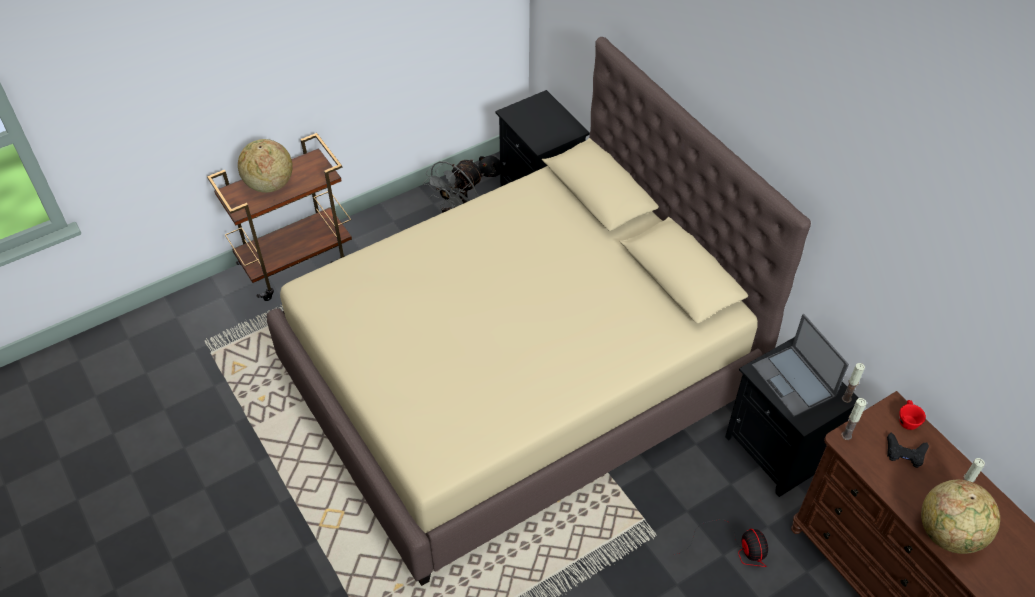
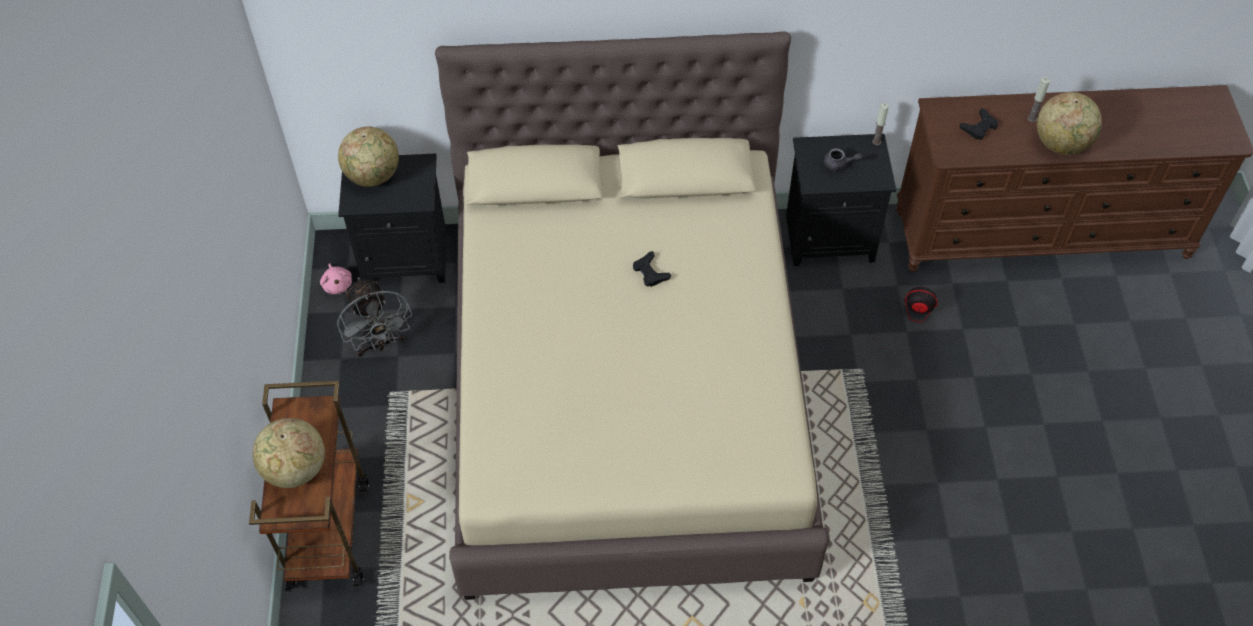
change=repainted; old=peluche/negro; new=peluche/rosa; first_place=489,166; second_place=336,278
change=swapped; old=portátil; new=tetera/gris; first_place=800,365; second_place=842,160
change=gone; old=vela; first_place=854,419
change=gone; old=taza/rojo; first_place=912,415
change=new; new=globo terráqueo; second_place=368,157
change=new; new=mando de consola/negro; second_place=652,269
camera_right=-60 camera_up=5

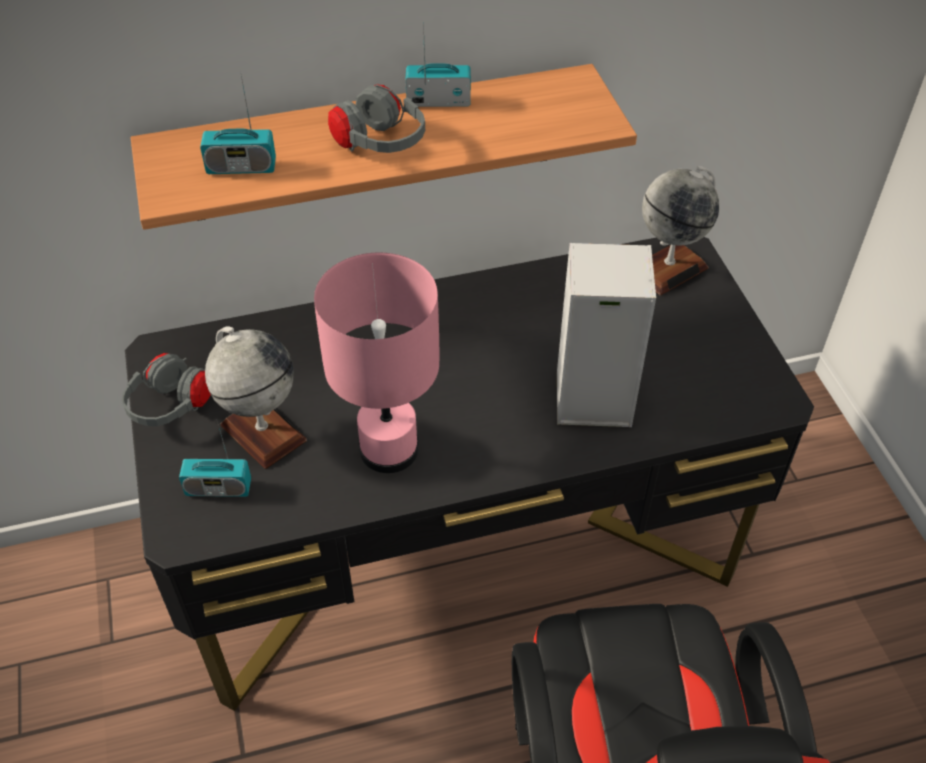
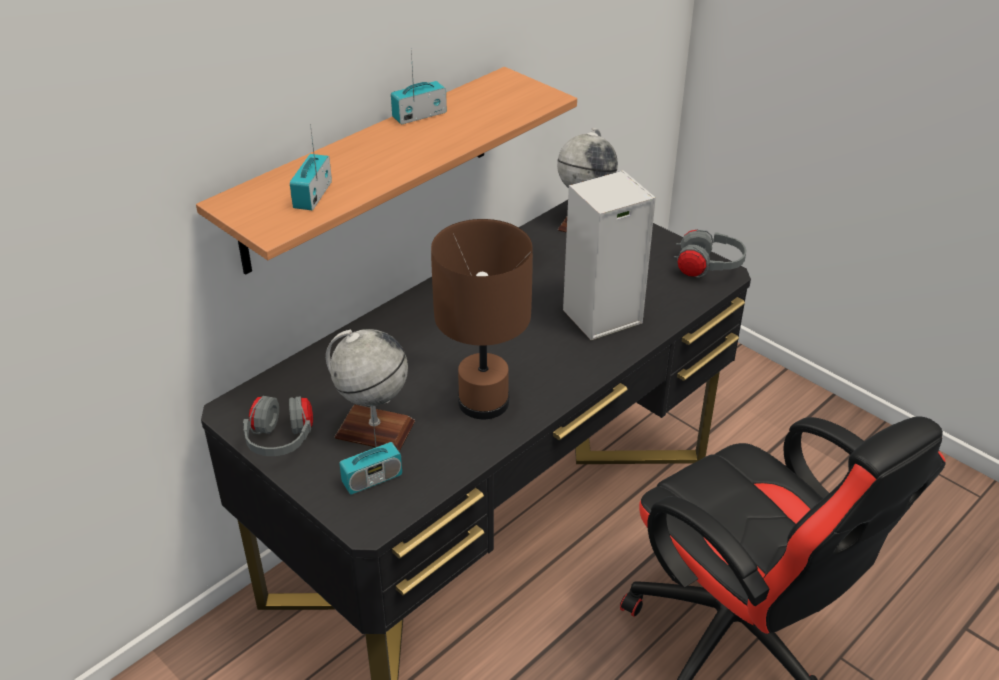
change=rotated; old=radio; first_place=238,122; second_place=311,167; degrees=135
change=shifted; old=auriculares/gris; first_place=376,118; second_place=710,254
change=repainted; old=lámpara de mesa/rosa; new=lámpara de mesa/marrón; first_place=376,363; second_place=482,319
camera_right=-30 camera_up=-10

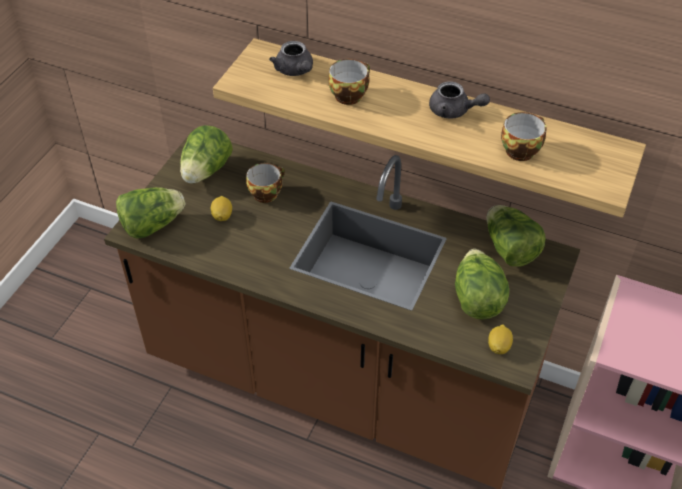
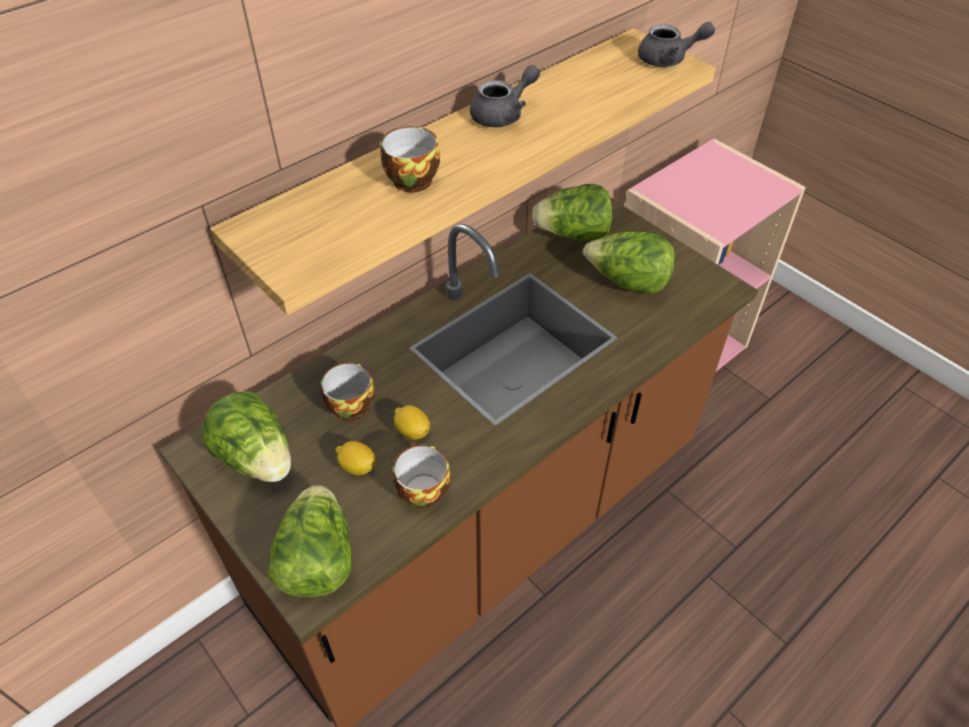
change=shifted; old=tetera/gris; first_place=291,58; second_place=676,44
change=shifted; old=taza; first_place=524,136; second_place=422,475
change=shifted; old=limón; first_place=500,339; second_place=412,422
camera_right=-65 camera_up=0

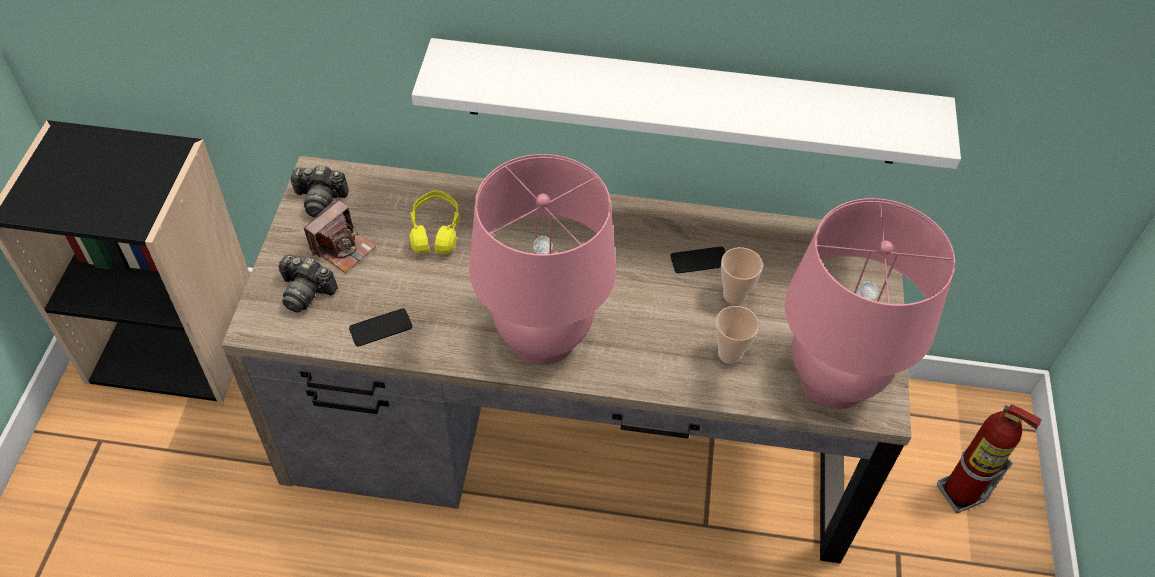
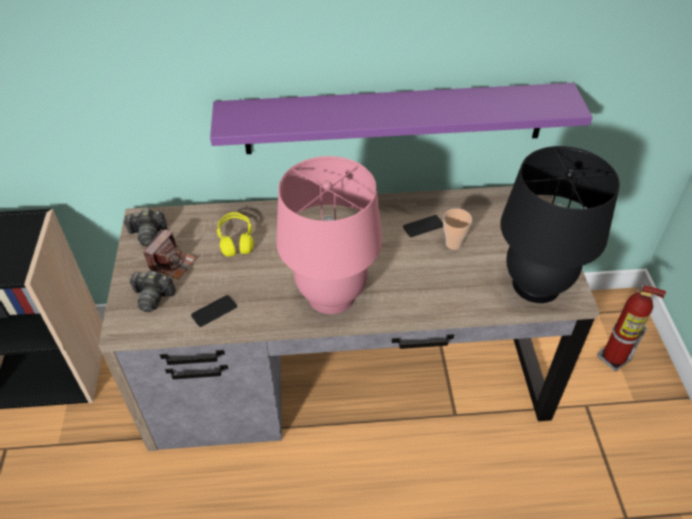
change=repainted; old=estante/blanco; new=estante/morado; first_place=686,103; second_place=401,118
change=repainted; old=lámpara de mesa/rosa; new=lámpara de mesa/negro; first_place=870,303; second_place=560,224
change=gone; old=taza; first_place=737,335
camera_right=-10 camera_up=-5

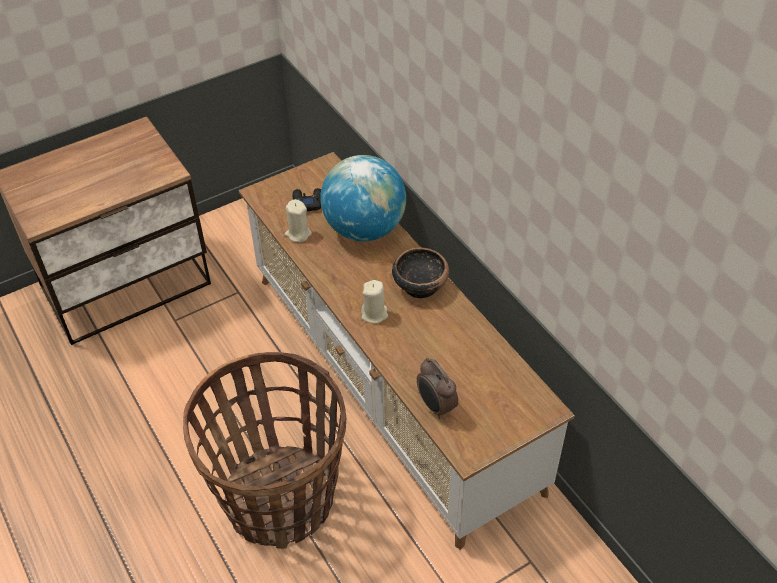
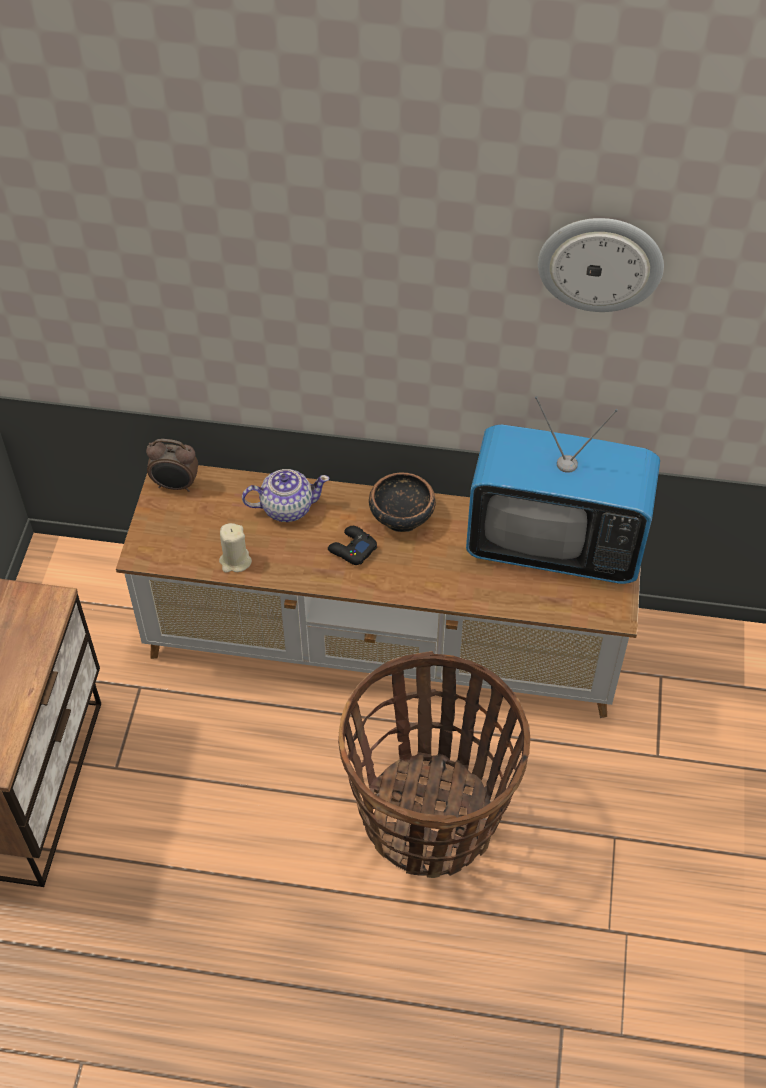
change=swapped; old=globo terráqueo; new=tetera; first_place=363,198; second_place=286,495
change=shifted; old=mando de consola/negro; first_place=307,199; second_place=352,545
change=gone; old=vela/beis; first_place=374,301
change=shifted; old=despertador; first_place=437,388; second_place=172,465
change=new; new=reloj de pared; second_place=601,265
change=new; new=televisor; second_place=563,490
camera_right=-50 camera_up=5

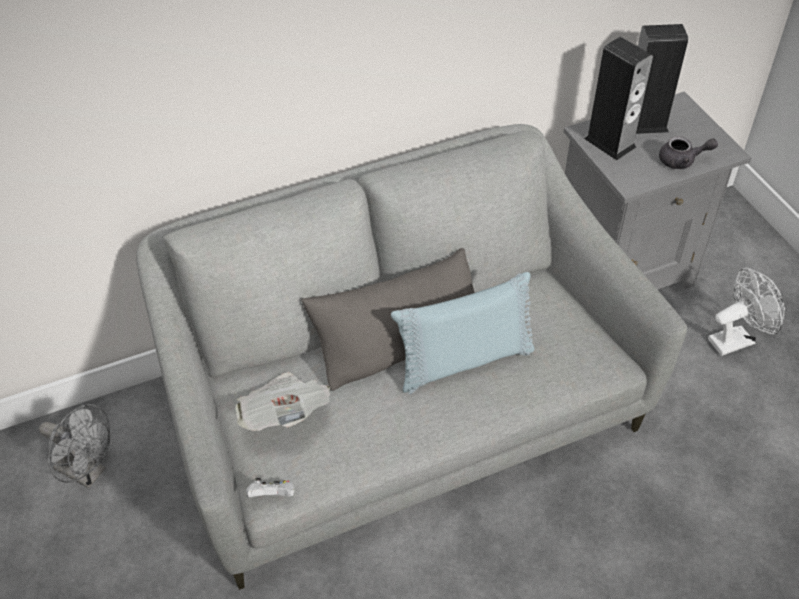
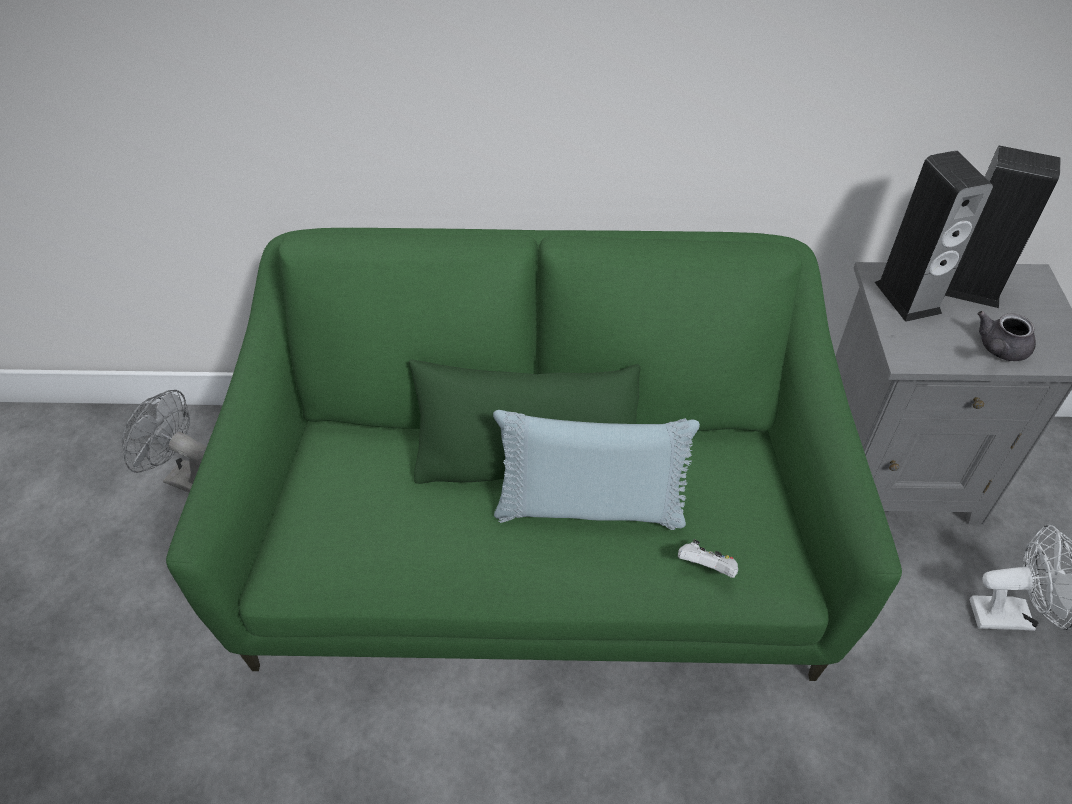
change=repainted; old=sofá/gris; new=sofá/verde; first_place=411,357; second_place=534,454
change=rotated; old=tetera/gris; first_place=688,152; second_place=1007,336; degrees=105
change=gone; old=periódico; first_place=282,401
change=rotated; old=ventilador/gris; first_place=74,446; second_place=164,441; degrees=150
change=shifted; old=mando de consola/blanco; first_place=270,487; second_place=708,558
camera_right=25 camera_up=0

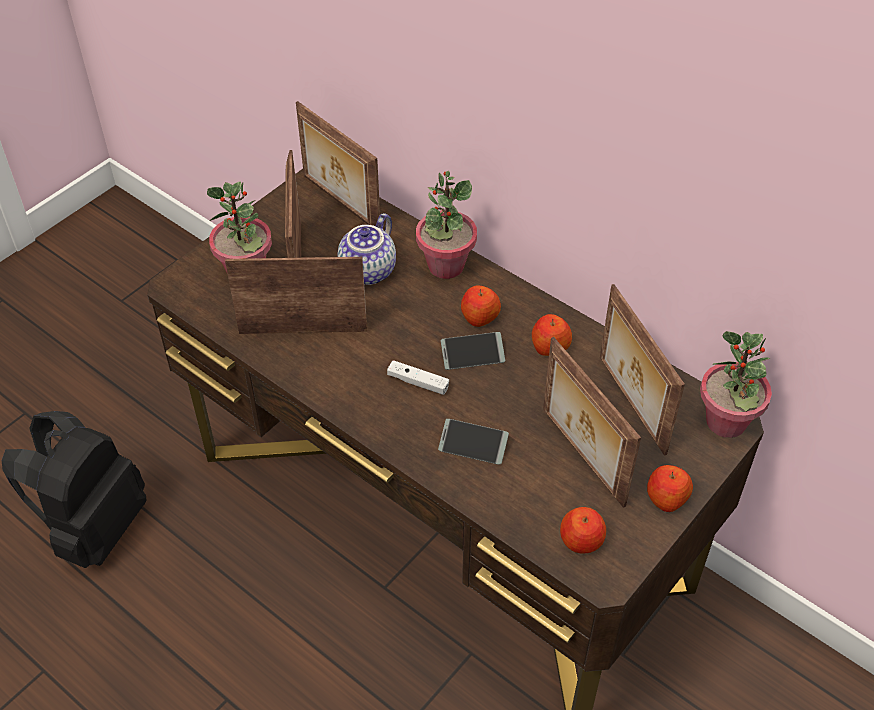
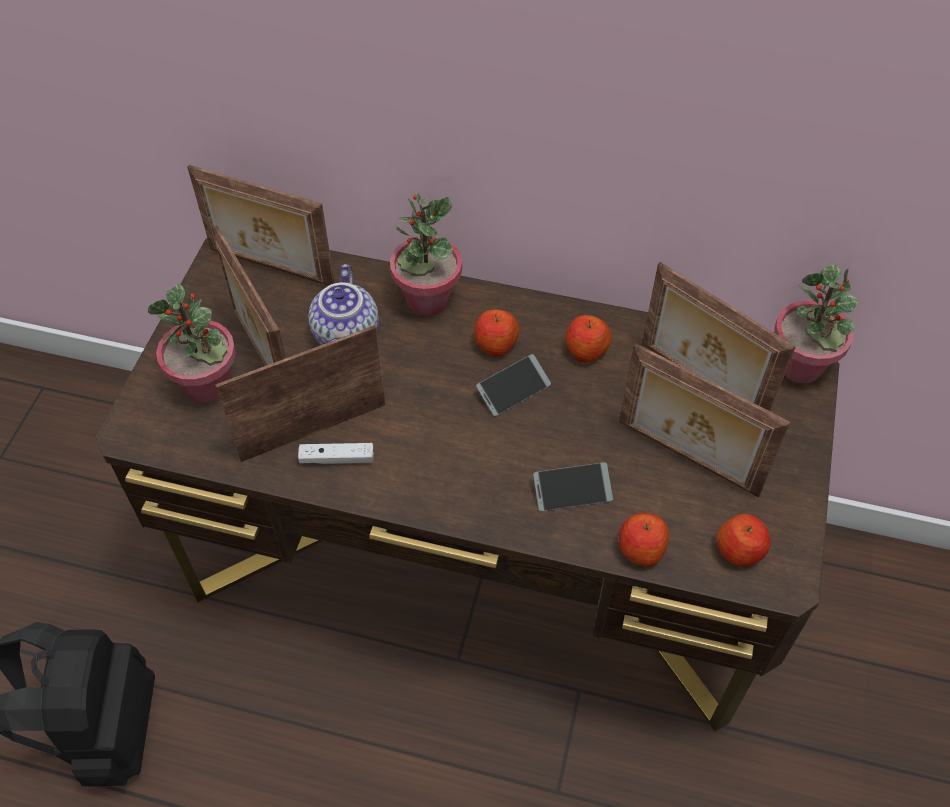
change=shifted; old=mando de consola/blanco; first_place=418,377; second_place=336,453
change=shifted; old=manzana; first_place=670,488; second_place=644,540
camera_right=-25 camera_up=5

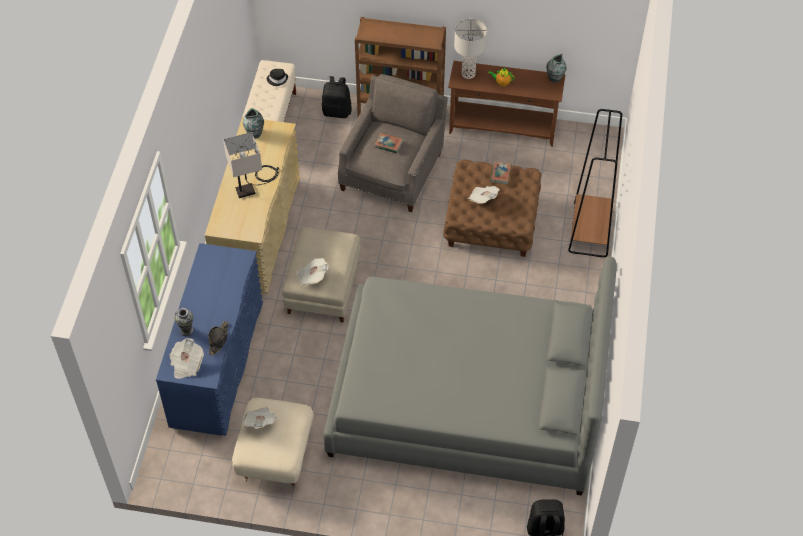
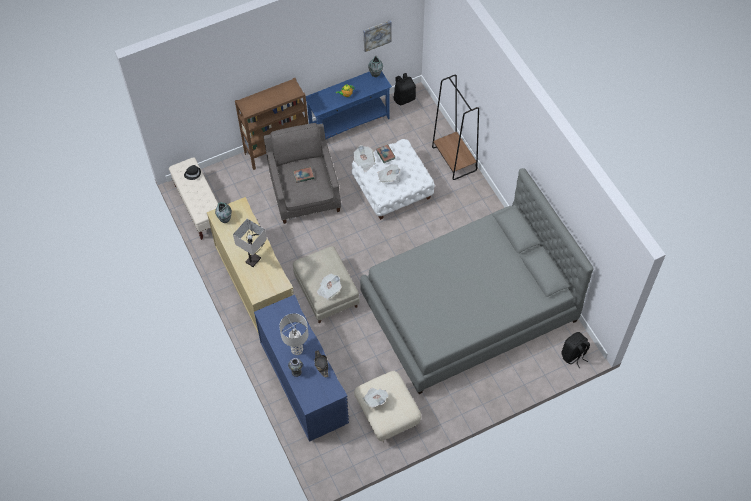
change=shifted; old=lámpara de mesa/blanco; first_place=470,49; second_place=294,334
change=repainted; old=mesa consola/marrón; new=mesa consola/azul; first_place=506,104; second_place=349,105
change=shifted; old=mochila/negro; first_place=337,97; second_place=404,89
change=repainted; old=puf/marrón; new=puf/blanco; first_place=492,208; second_place=393,179
change=shifted; old=periódico; first_place=186,358; second_place=365,158
change=new; new=cuadro; second_place=377,36
camera_right=-35 camera_up=5

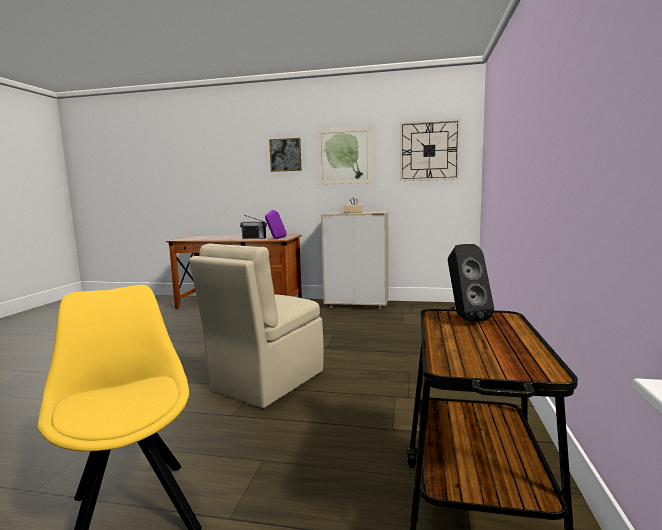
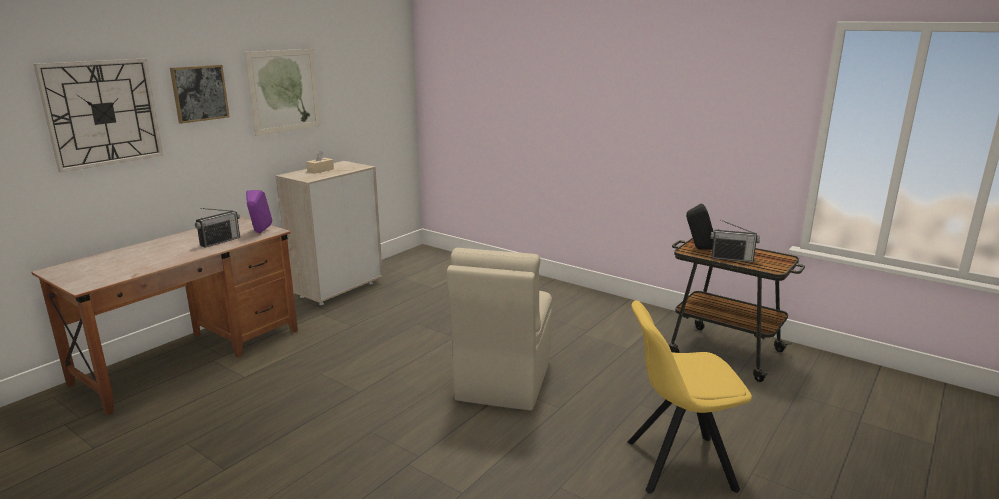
change=shifted; old=reloj de pared; first_place=430,150; second_place=98,115
change=rotated; old=silla/beis; first_place=256,325; second_place=499,329; degrees=45
change=new; new=radio; second_place=735,241
camera_right=-65 camera_up=10

